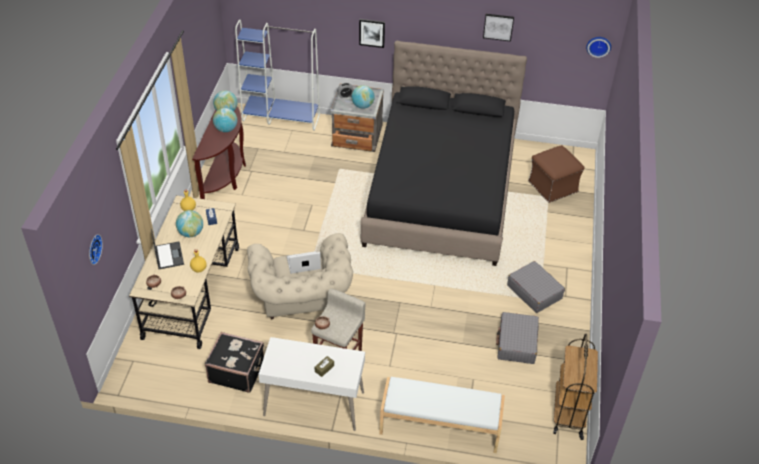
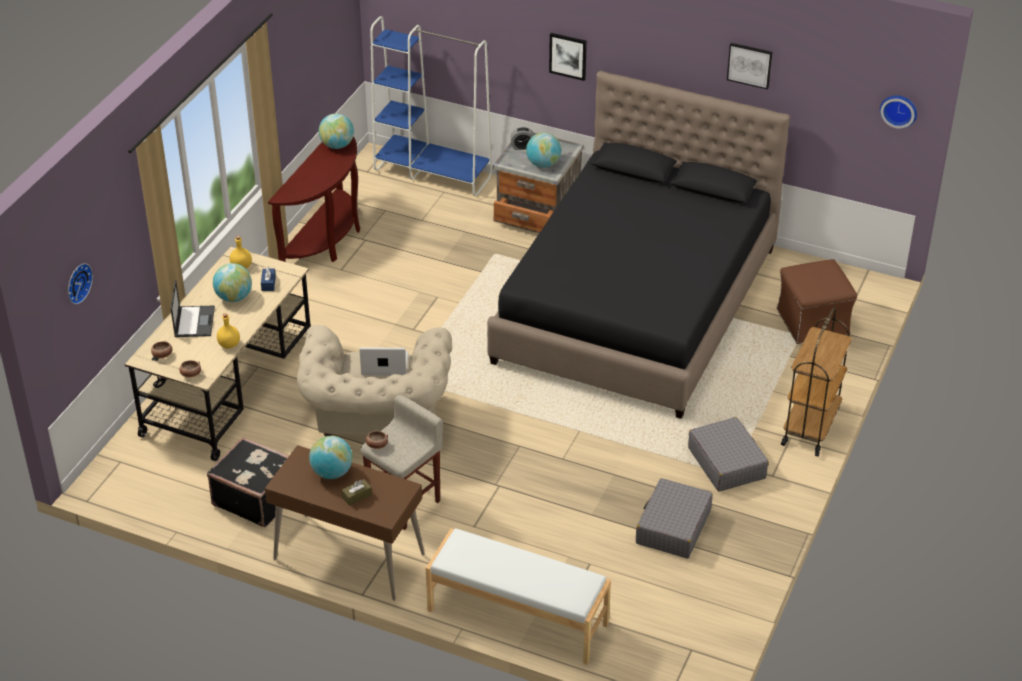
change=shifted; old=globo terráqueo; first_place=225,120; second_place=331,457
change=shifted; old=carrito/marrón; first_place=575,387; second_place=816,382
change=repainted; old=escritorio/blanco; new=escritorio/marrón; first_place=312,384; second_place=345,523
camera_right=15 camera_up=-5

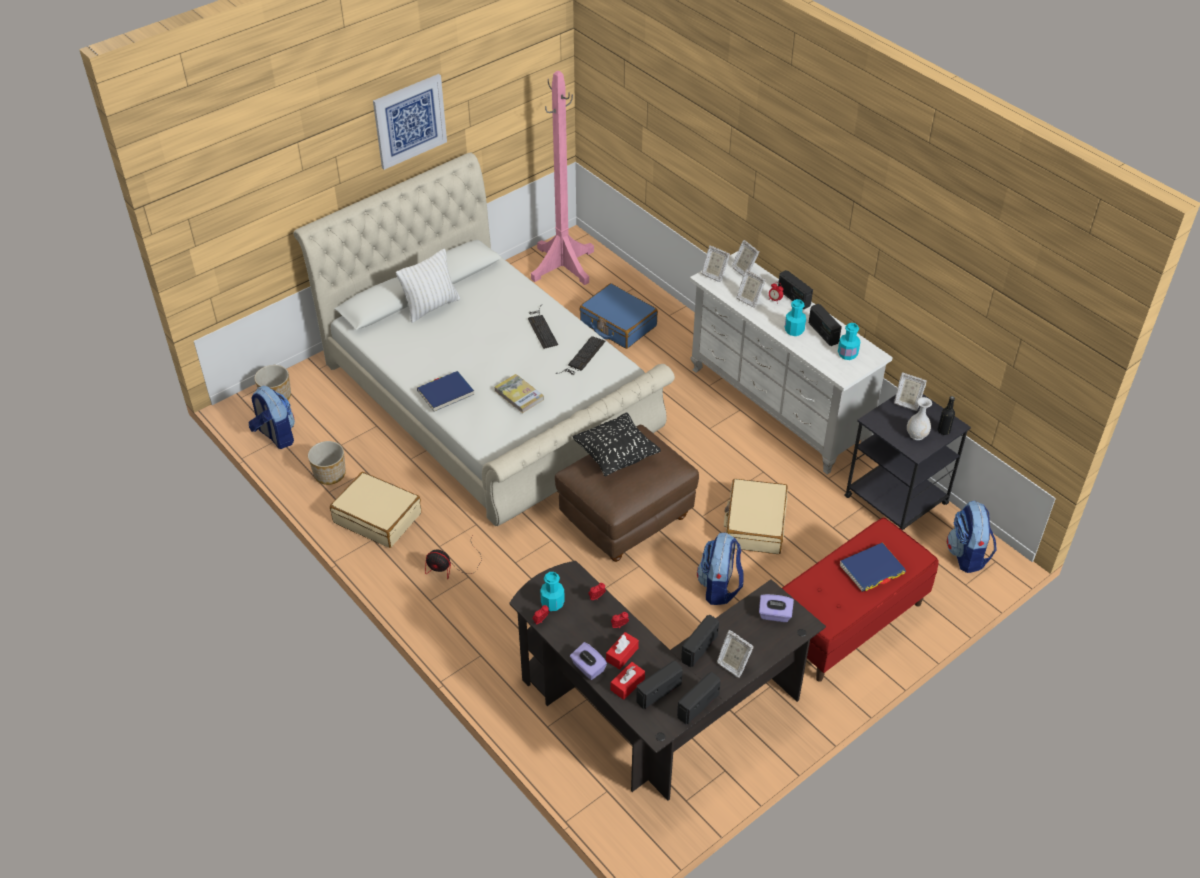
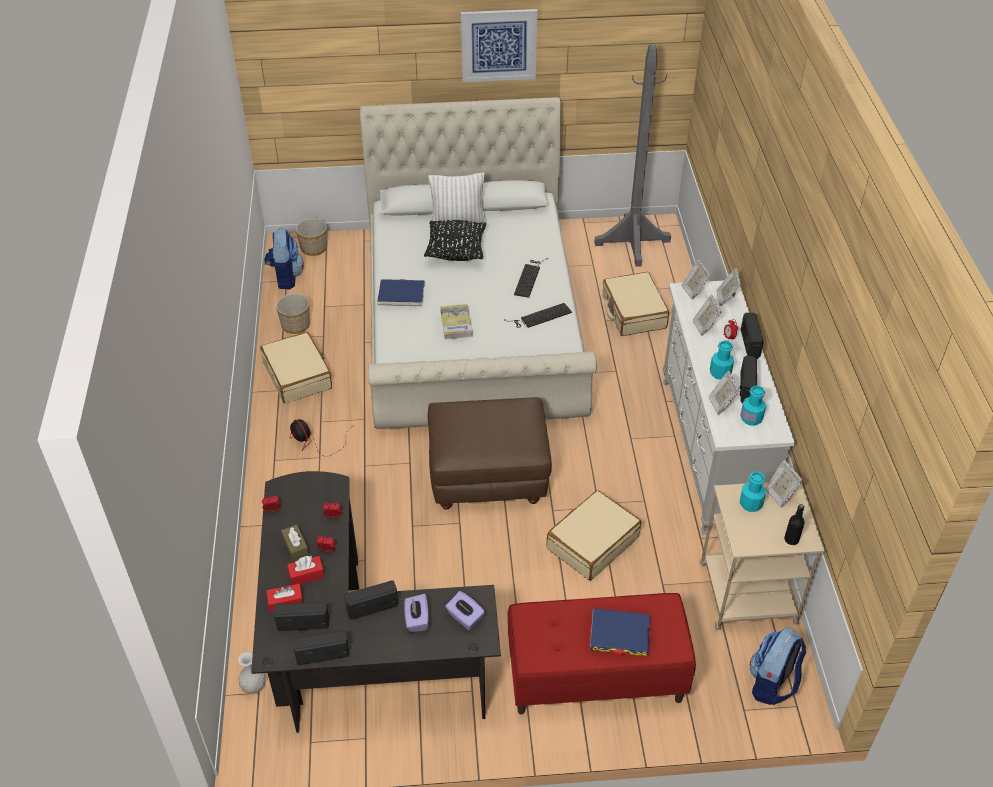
change=repainted; old=perchero/rosa; new=perchero/gris; first_place=562,177; second_place=632,155
change=repainted; old=maleta/azul; new=maleta/beis; first_place=619,316; second_place=635,304
change=repainted; old=carrito/negro; new=carrito/beis; first_place=907,462; second_place=762,556
change=shifted; old=florero/blanco; first_place=919,418; second_place=251,673
change=shifted; old=cojín/negro; first_place=617,444; second_place=455,240
change=gone; old=mochila; first_place=720,569
change=shifted; old=botella/turquesa; first_place=552,591; second_place=753,492
change=shifted; old=portarretratos; first_place=735,654; second_place=724,393
change=shifted; old=caja de pañuelos/morado; first_place=588,661; second_place=416,613
change=new; new=caja de pañuelos/marrón; second_place=295,543
camera_right=35 camera_up=0

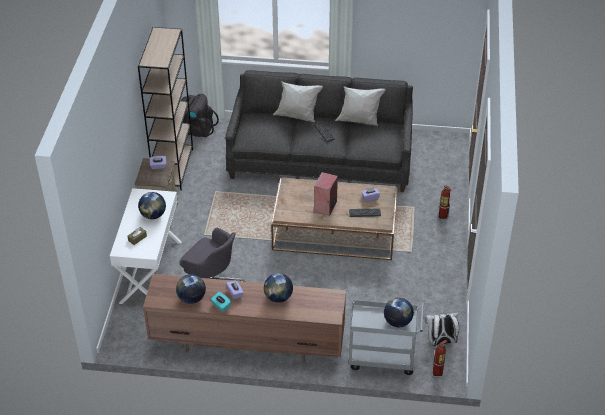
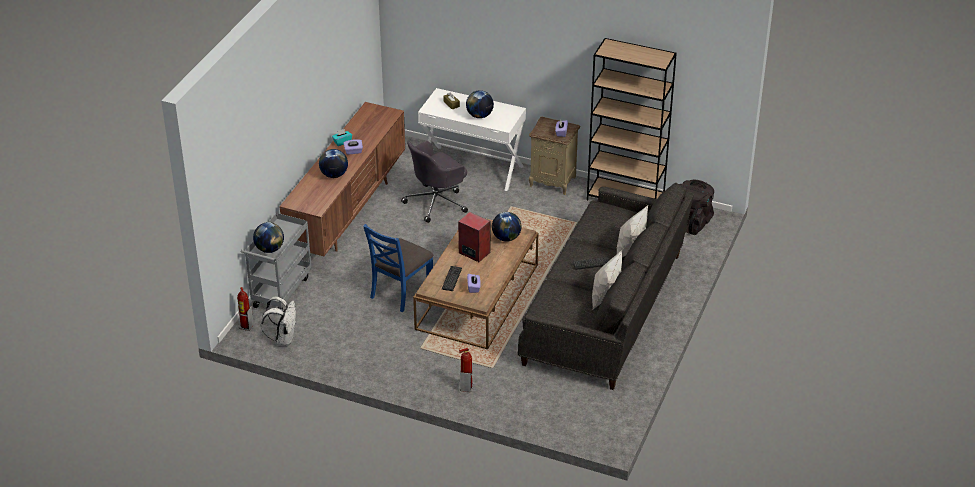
change=shifted; old=globo terráqueo; first_place=191,289; second_place=506,227
change=new; new=silla/azul; second_place=398,268
camera_right=105 camera_up=-5

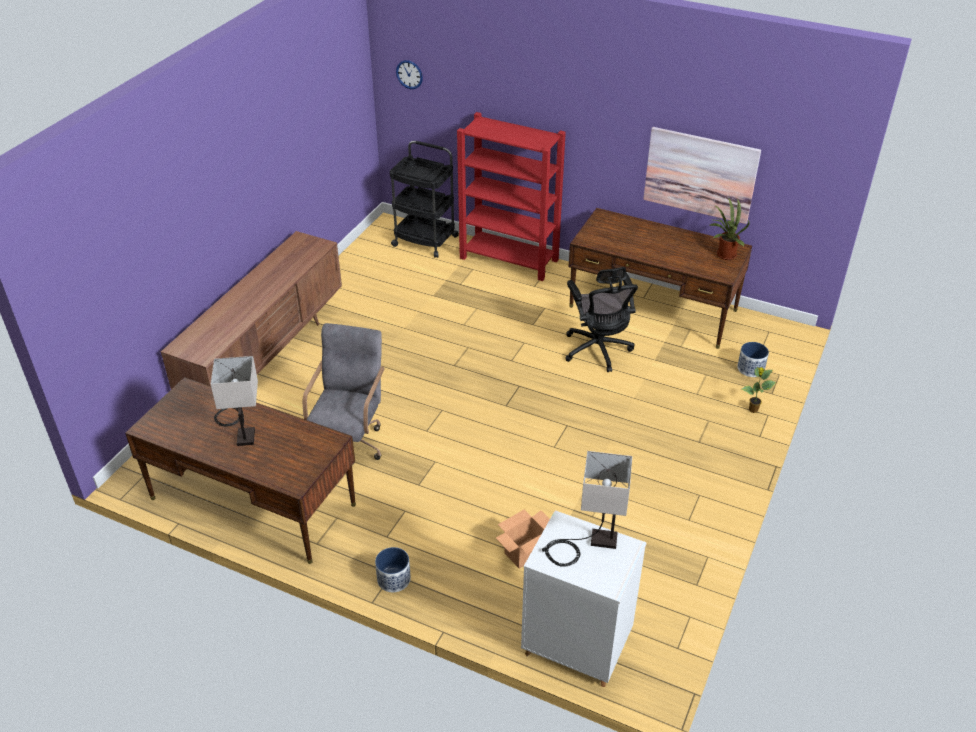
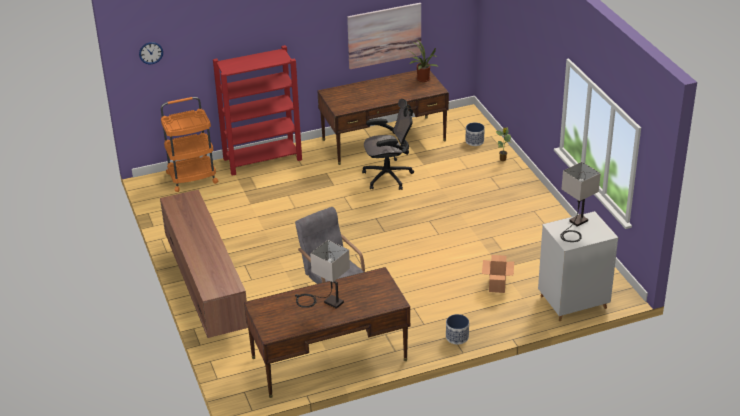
change=repainted; old=carrito/negro; new=carrito/naranja; first_place=424,199; second_place=189,144
change=rotated; old=silla de oficina; first_place=602,319; second_place=388,144; degrees=-45
camera_right=-45 camera_up=-5

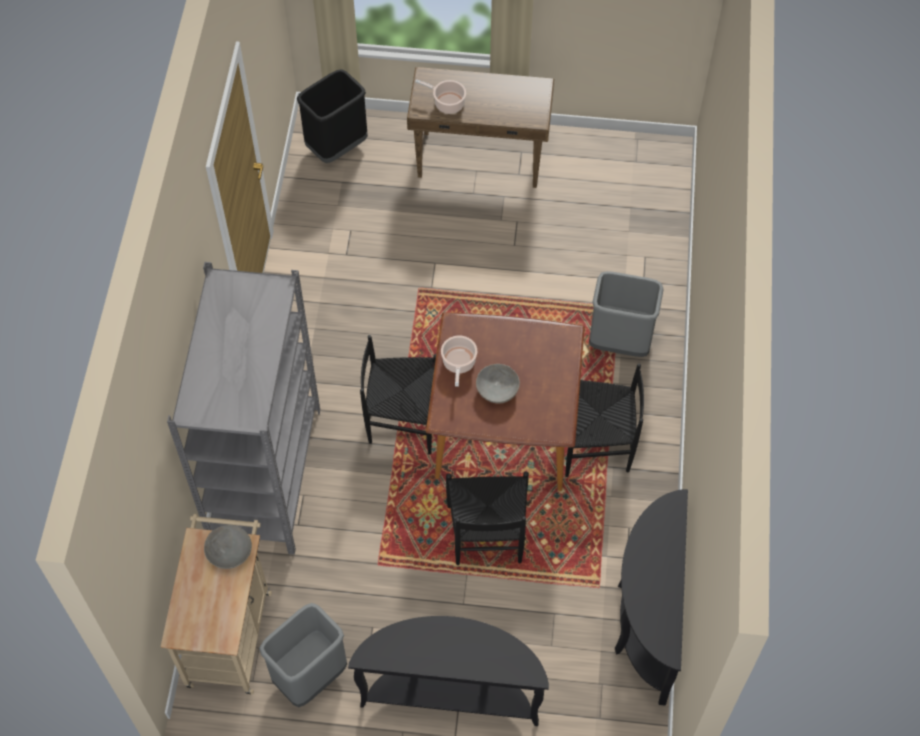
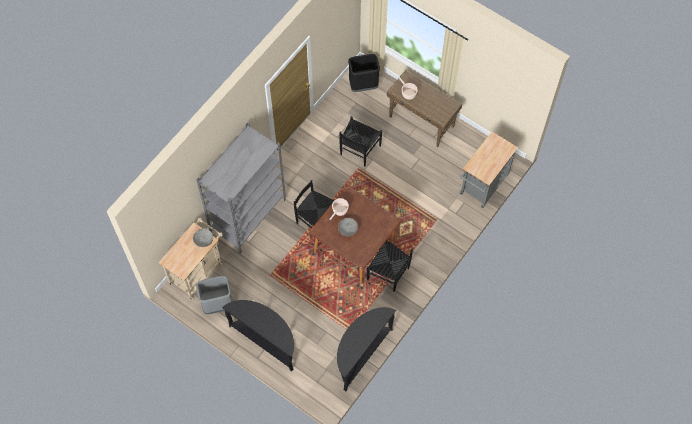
change=gone; old=papelera/gris; first_place=626,314
change=shifted; old=silla/negro; first_place=487,518; second_place=361,141
change=new; new=carrito/gris; second_place=489,170
camera_right=30 camera_up=5

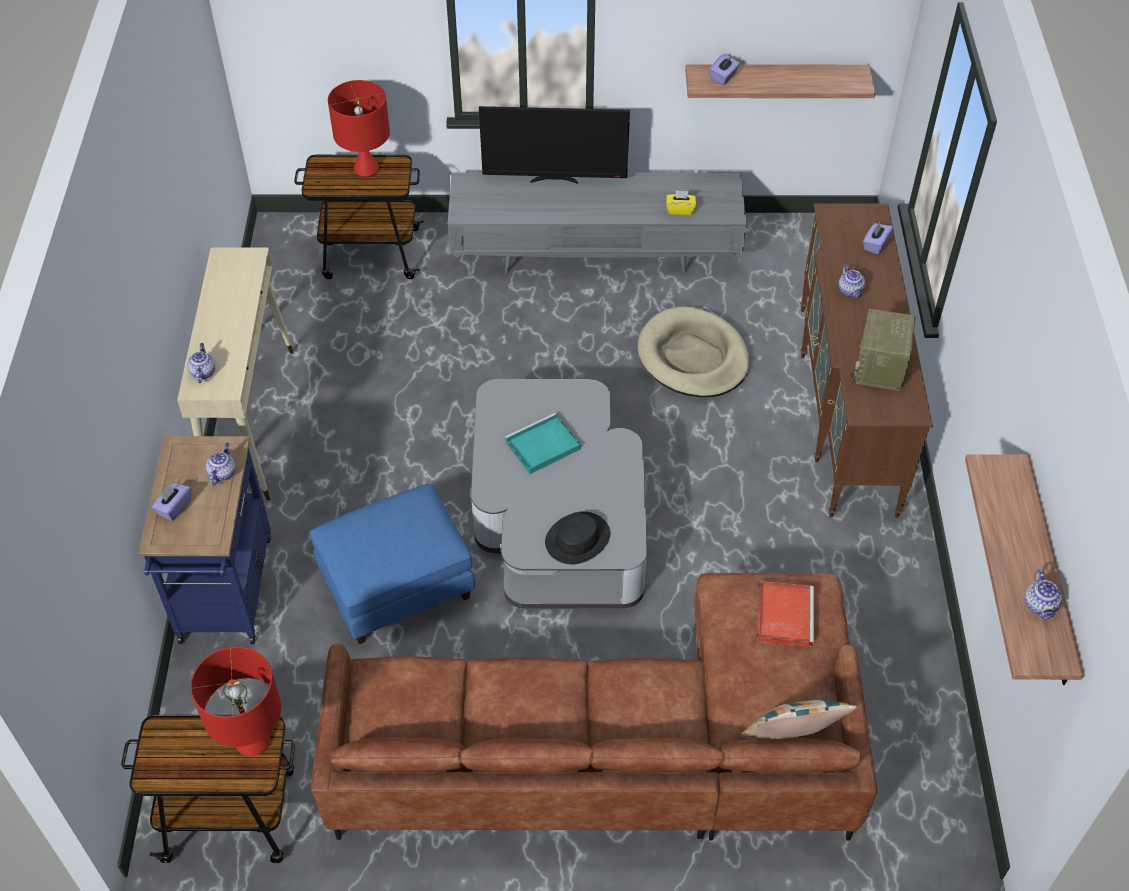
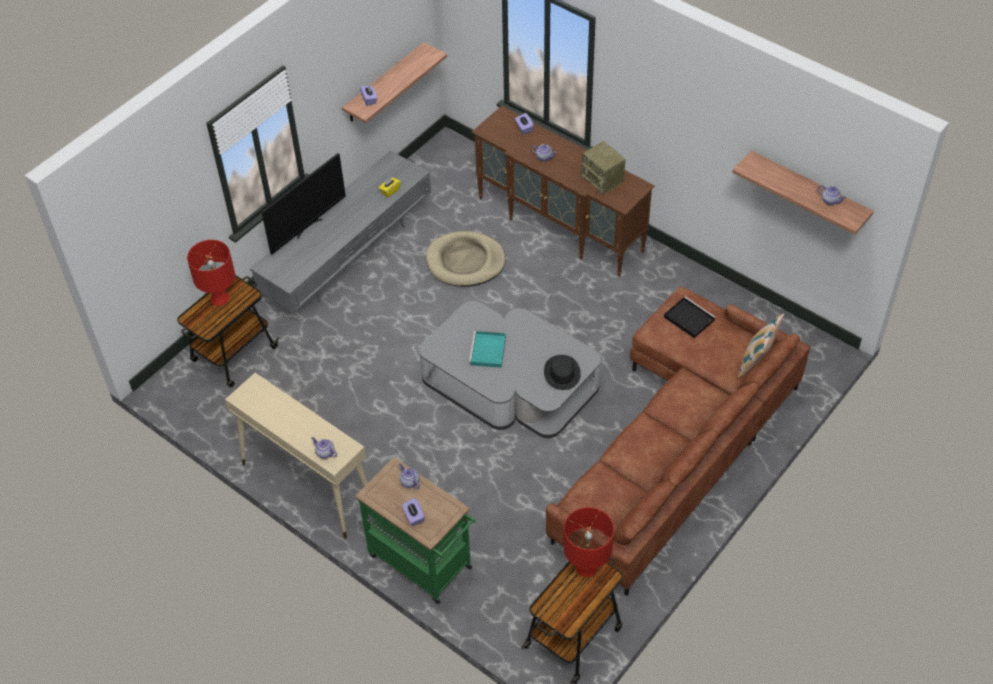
change=repainted; old=carrito/azul; new=carrito/verde; first_place=205,540; second_place=415,530
change=gone; old=puf/azul; first_place=392,564
change=repainted; old=bandeja/rojo; new=bandeja/negro; first_place=785,614; second_place=690,317
camera_right=-50 camera_up=0

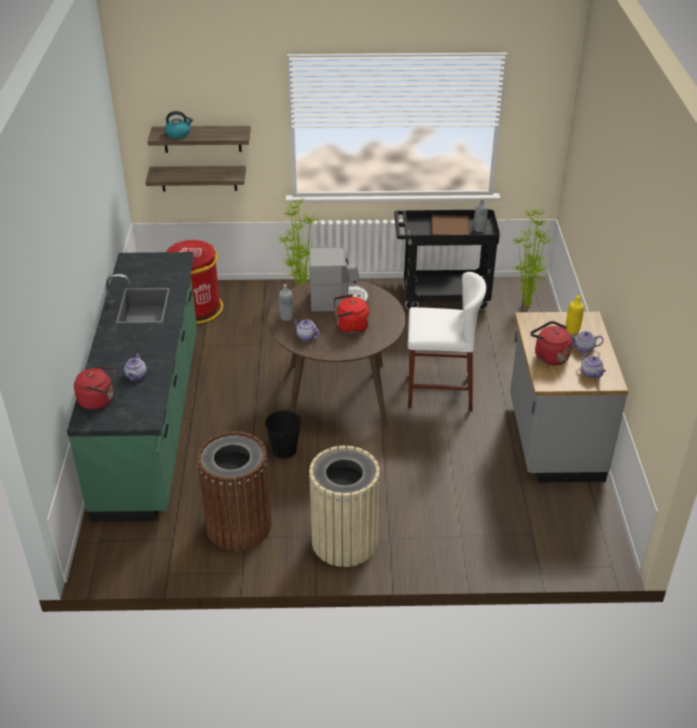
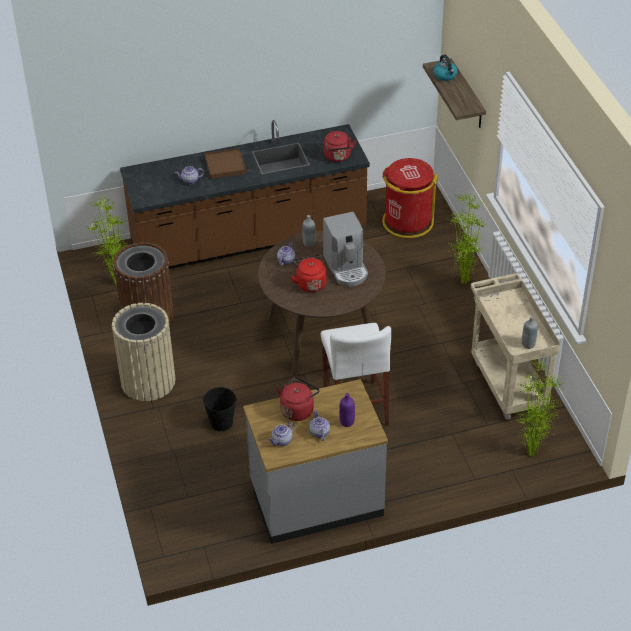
change=gone; old=estante; first_place=195,178
change=repainted; old=carrito/negro; new=carrito/beis; first_place=447,260; second_place=515,346
change=shifted; old=bandeja/marrón; first_place=451,225; second_place=225,163
change=repainted; old=mueble bajo de cocina/verde; new=mueble bajo de cocina/marrón; first_place=132,387; second_place=245,194
change=repainted; old=botella/amarillo; new=botella/morado; first_place=574,314; second_place=347,410
change=shifted; old=hervidor/rojo; first_place=95,387; second_place=340,146
change=shifted; old=cubo/negro; first_place=283,433; second_place=219,409
change=new; new=planta en maceta; second_place=106,241
camera_right=75 camera_up=5

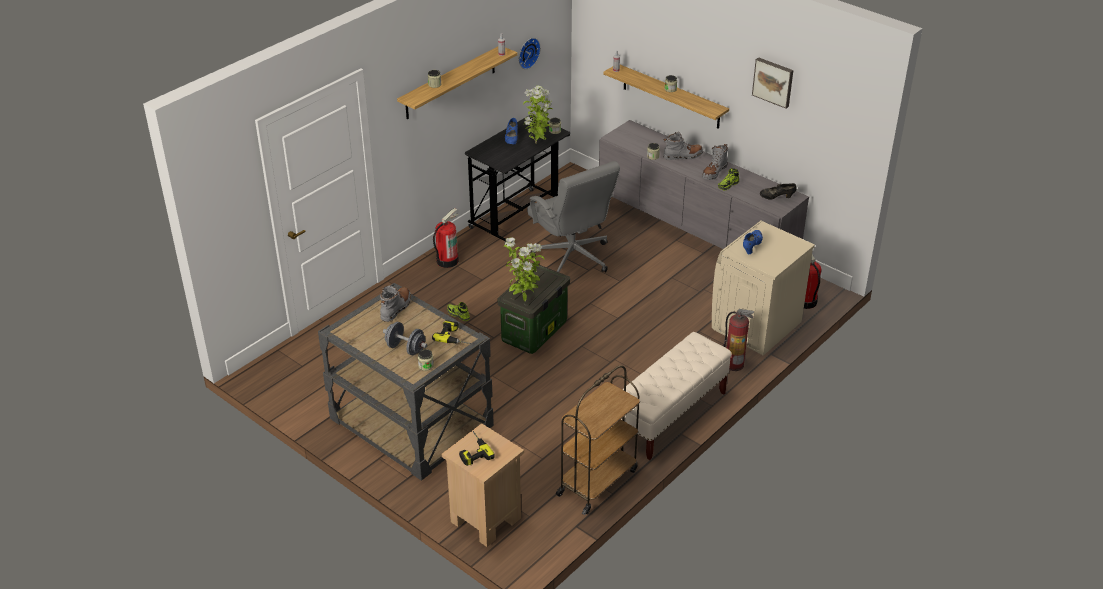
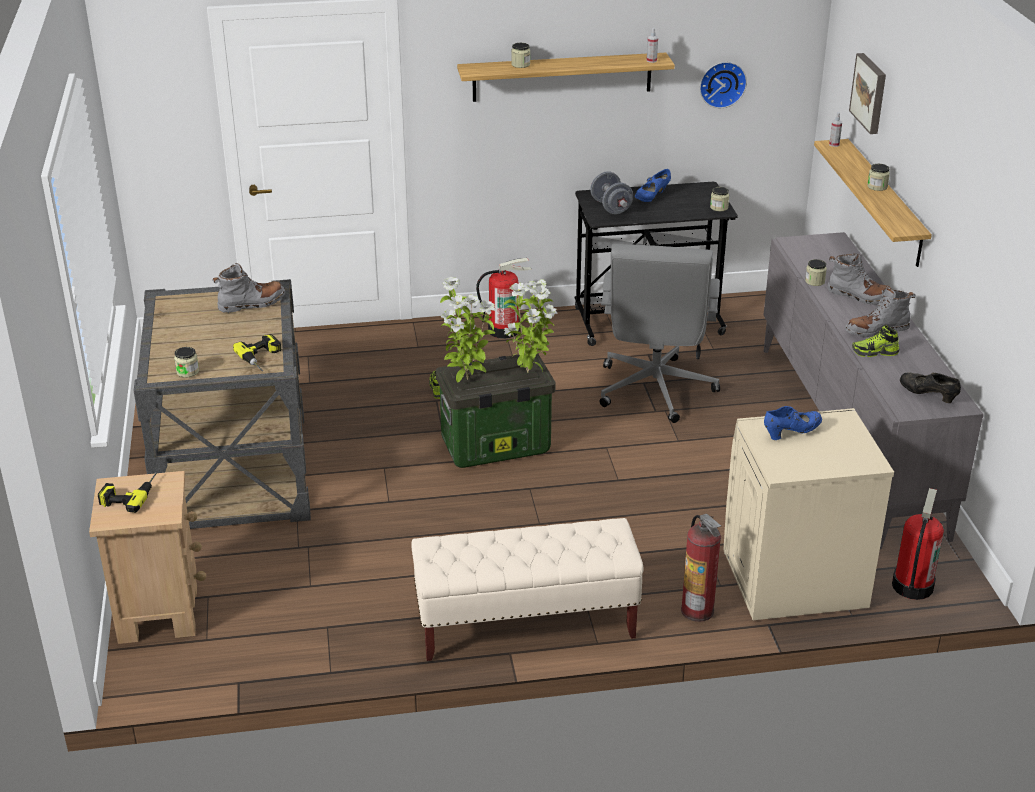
change=shifted; old=cuadro; first_place=772,83; second_place=867,93
change=shifted; old=planta en maceta; first_place=538,114; second_place=531,326
change=shifted; old=mancuerna/gris; first_place=405,338; second_place=611,192
change=gone; old=carrito/marrón; first_place=598,440
camera_right=40 camera_up=-5

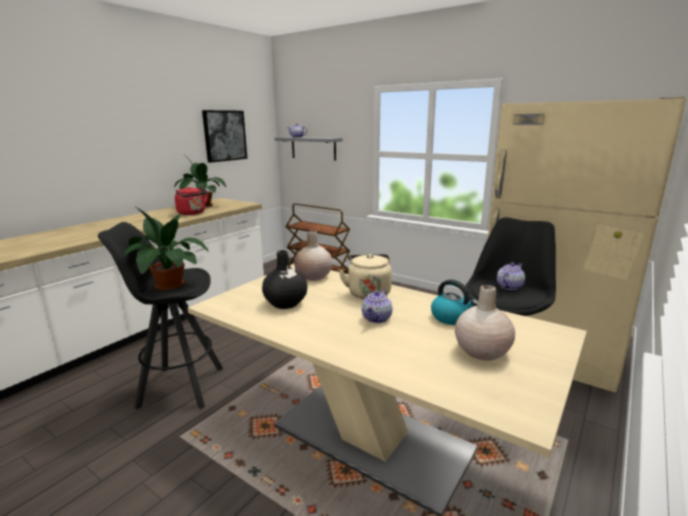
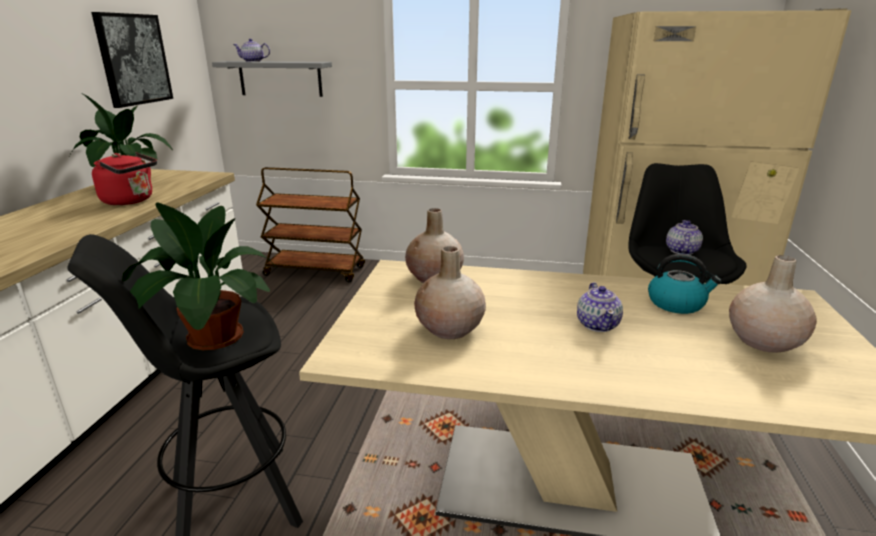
change=repainted; old=florero/negro; new=florero/beis; first_place=284,279; second_place=450,292
change=gone; old=hervidor/beis; first_place=365,276
camera_right=-25 camera_up=5

